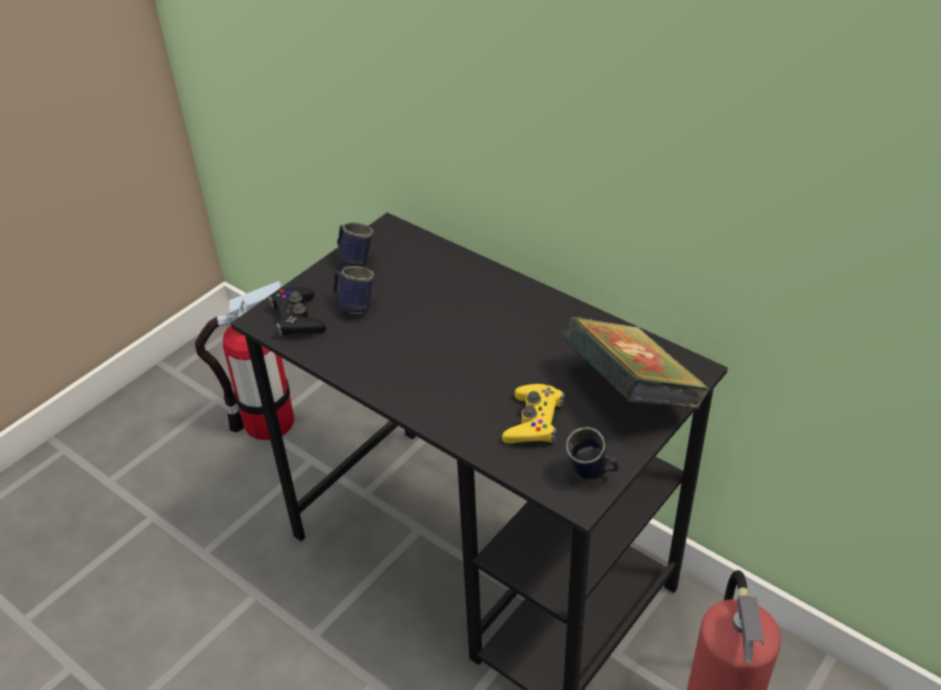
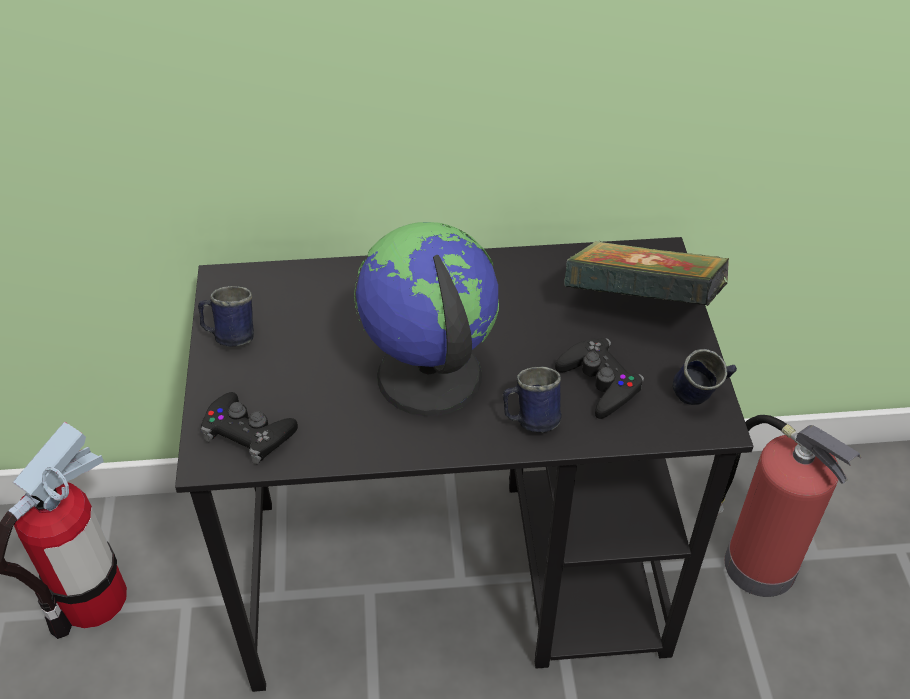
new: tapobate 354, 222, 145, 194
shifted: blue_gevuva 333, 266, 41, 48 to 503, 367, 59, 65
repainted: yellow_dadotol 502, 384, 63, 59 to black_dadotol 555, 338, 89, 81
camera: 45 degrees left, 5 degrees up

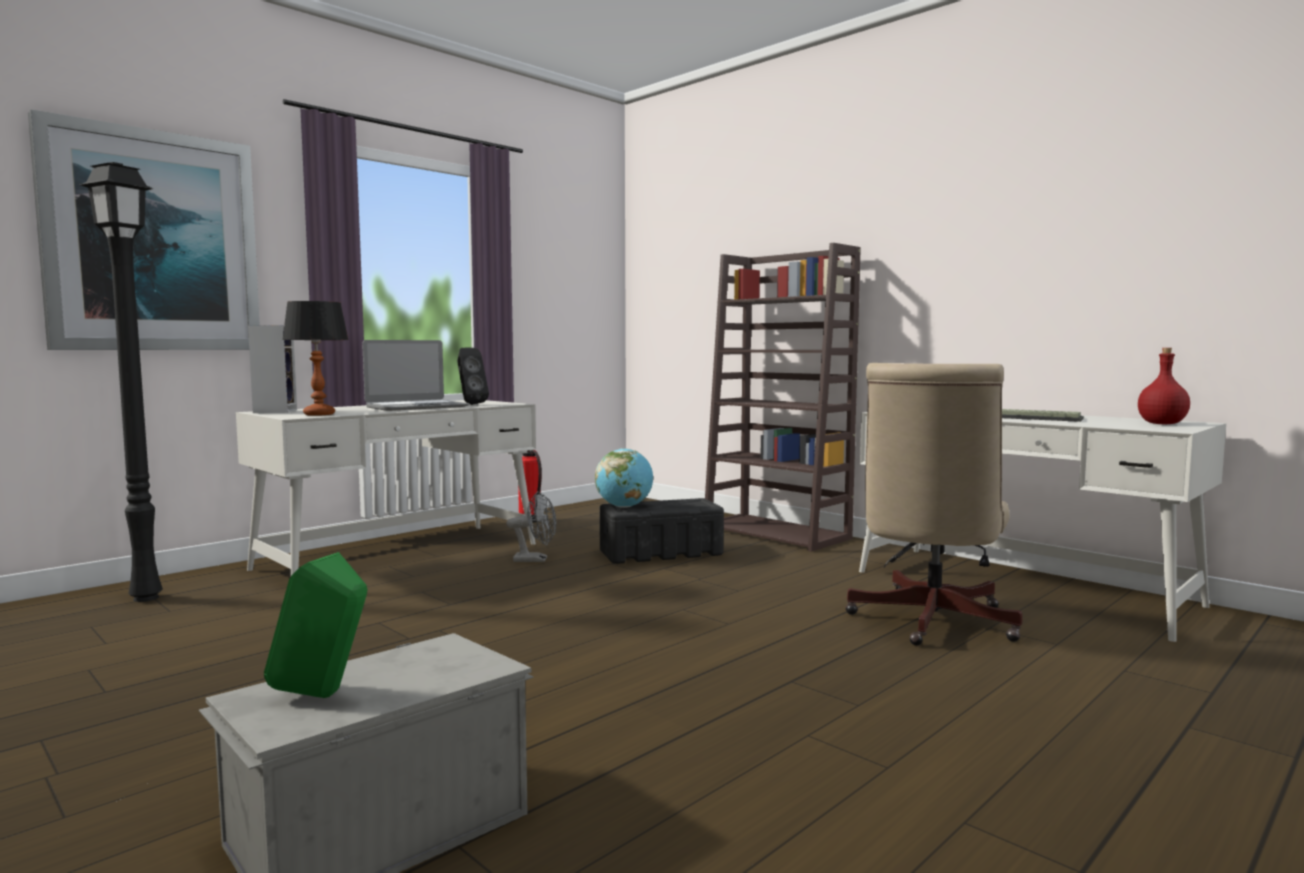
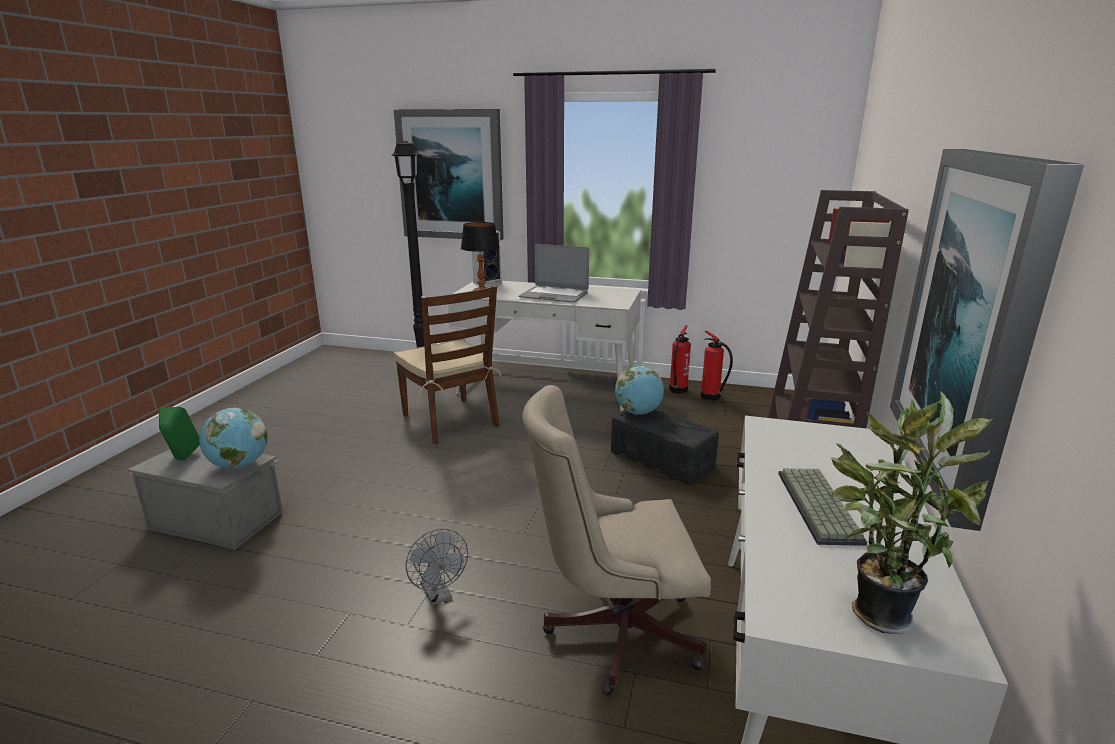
gone: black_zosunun 457, 348, 32, 57
new: tapobate 199, 408, 68, 61; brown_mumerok 394, 285, 107, 159; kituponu 700, 331, 33, 70; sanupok 890, 149, 194, 382
shifted: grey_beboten 506, 491, 50, 71 to 406, 529, 62, 77
swapped: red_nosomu 1138, 348, 52, 76 to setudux 830, 391, 163, 243
camera: 60 degrees right, 15 degrees up

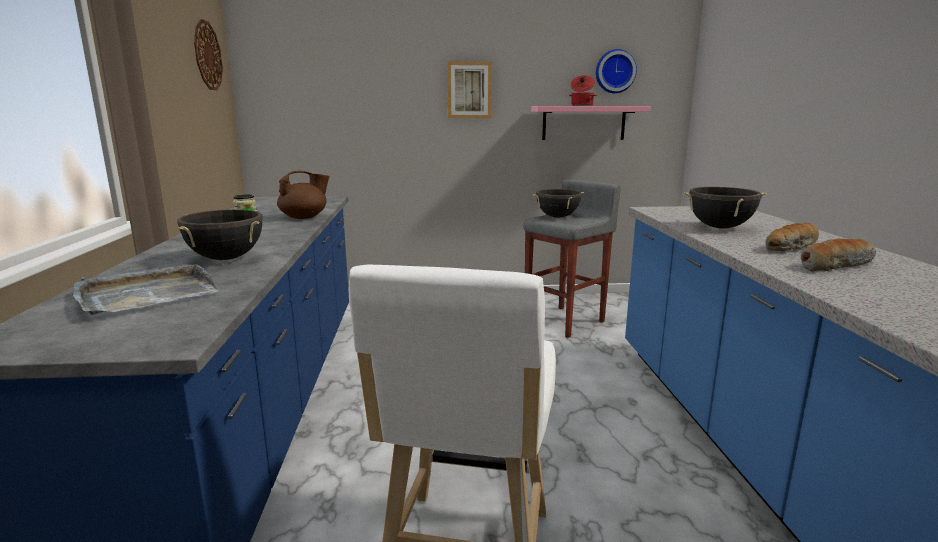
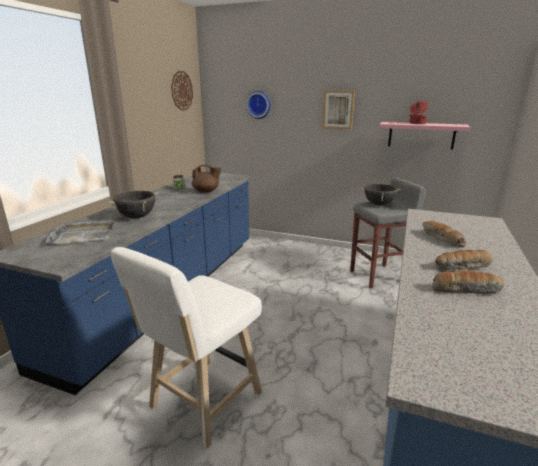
shifted: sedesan 596, 49, 41, 44 to 246, 91, 25, 28
swapped: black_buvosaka 683, 187, 84, 41 to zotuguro 422, 221, 45, 26
camera: 25 degrees right, 5 degrees up

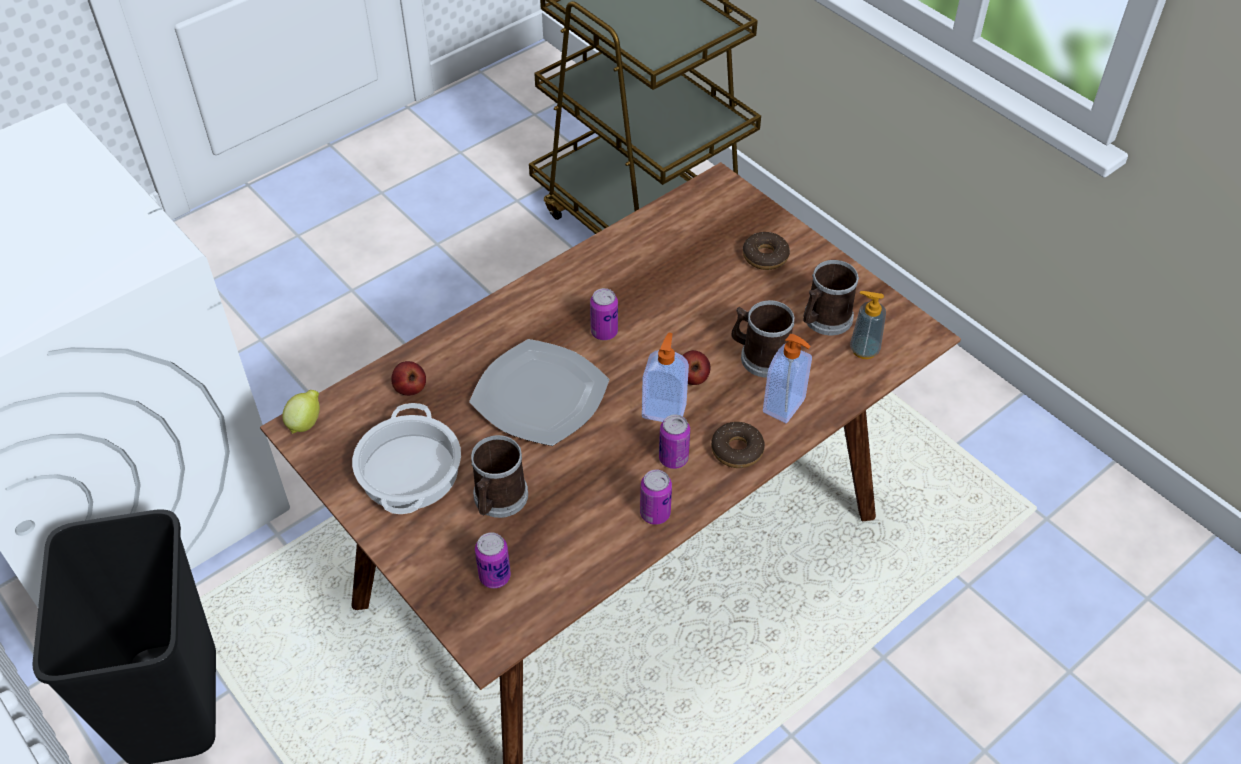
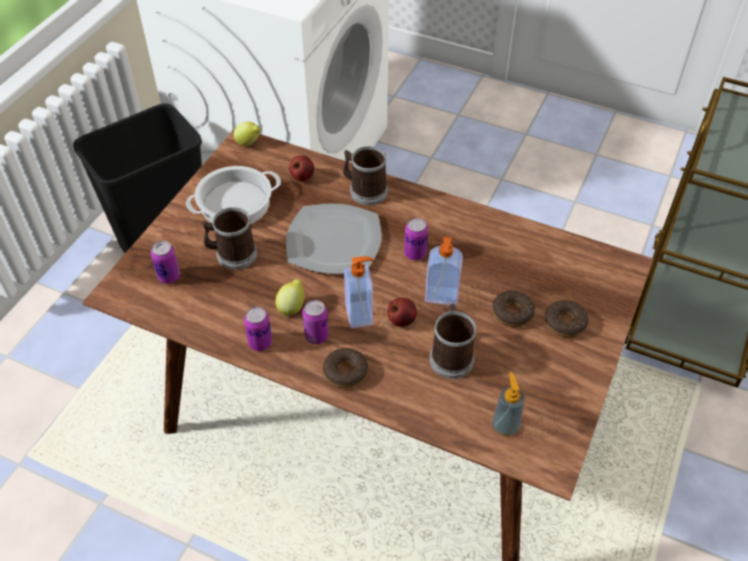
new: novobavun 275, 279, 29, 38; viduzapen 492, 290, 43, 37
shifted: gevuva 803, 260, 56, 75 to 343, 146, 45, 59; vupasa 763, 334, 49, 89 to 425, 237, 38, 68
camera: 65 degrees right, 0 degrees up

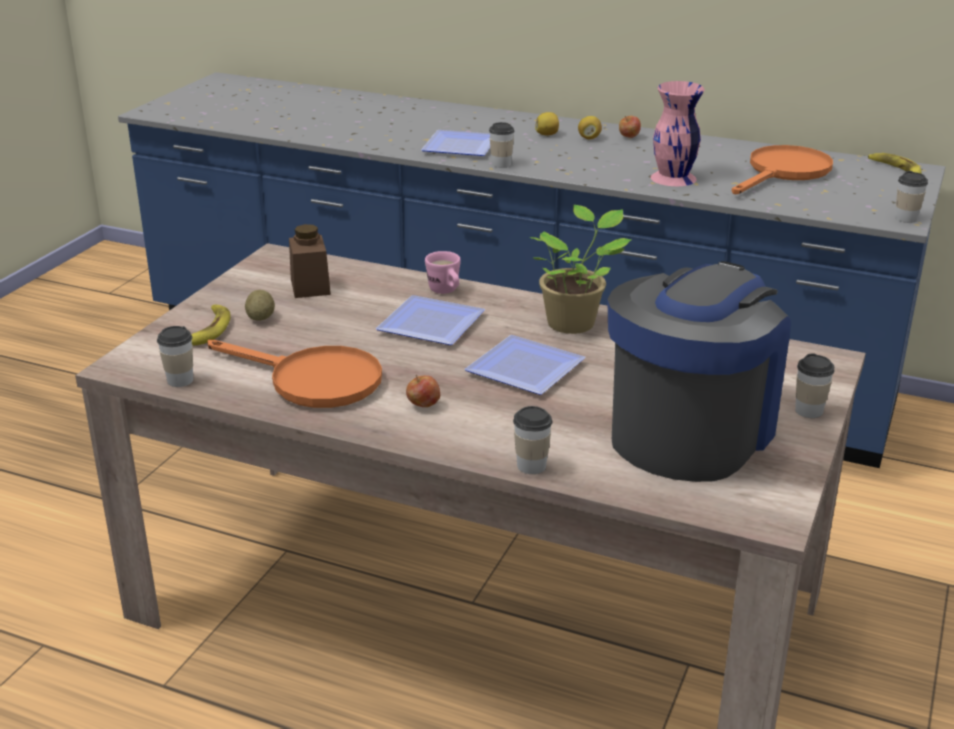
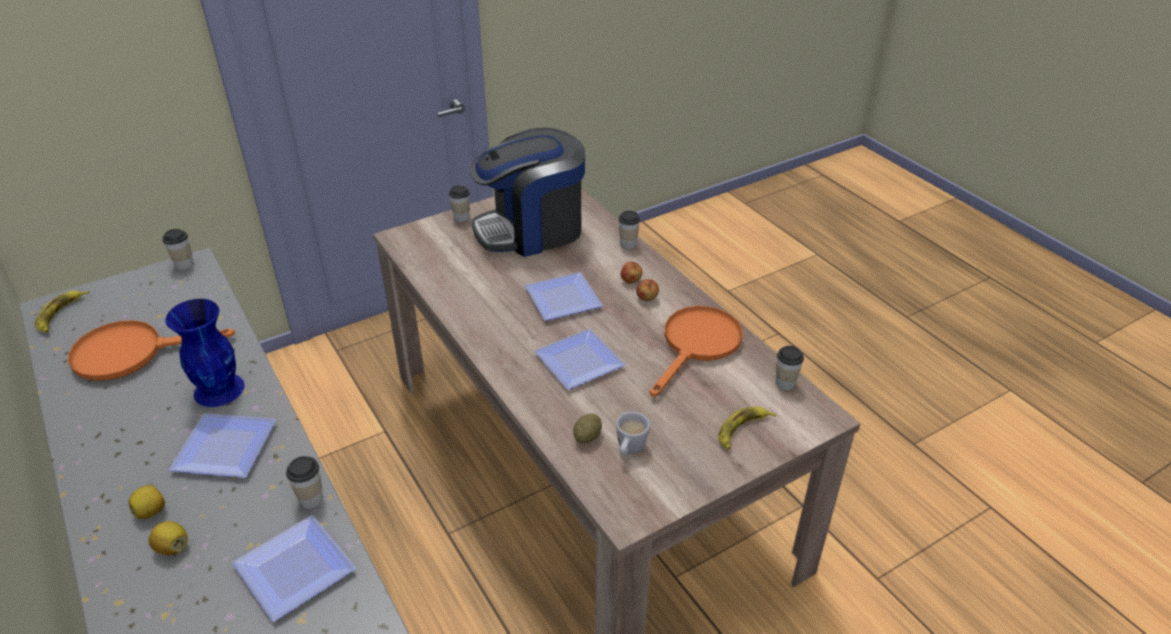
gone: pink_gevuva 425, 251, 36, 43; setudux 529, 205, 103, 129
new: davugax 169, 413, 107, 65
shifted: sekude 245, 290, 30, 31 to 573, 413, 29, 30; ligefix 619, 116, 22, 22 to 621, 262, 21, 21
swapped: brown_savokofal 289, 224, 42, 74 to white_gevuva 616, 412, 34, 44
repainted: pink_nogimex 651, 81, 54, 105 to blue_nogimex 165, 299, 79, 108
rotated: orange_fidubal 207, 340, 175, 68 = 650, 306, 93, 91 60 degrees clockwise
camera: 145 degrees left, 10 degrees up

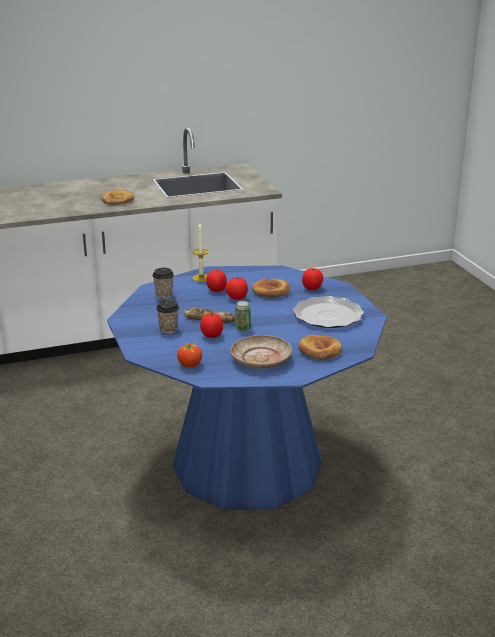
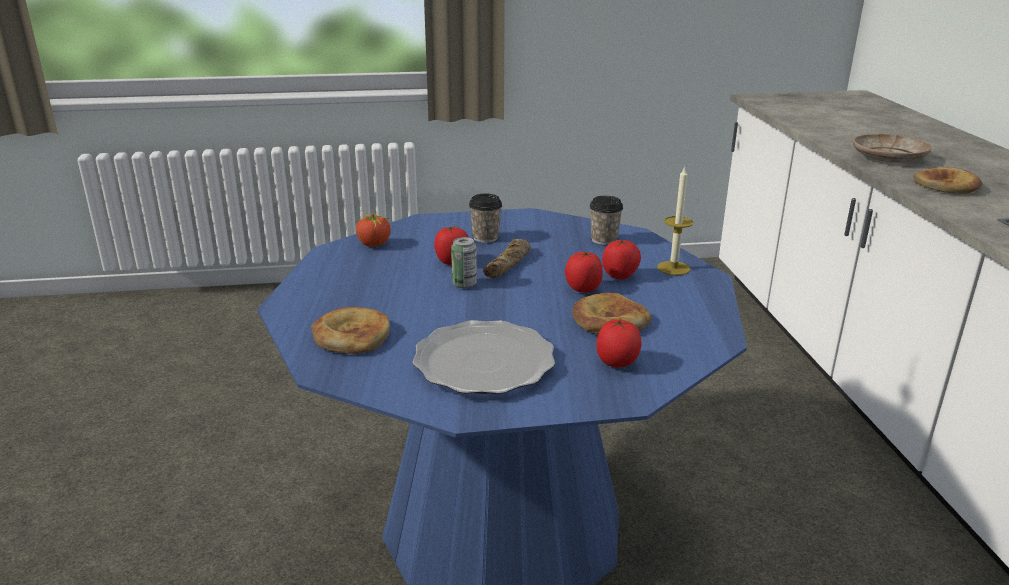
shifted: beige_davugax 230, 335, 62, 34 to 853, 134, 78, 29
camera: 100 degrees right, 0 degrees up

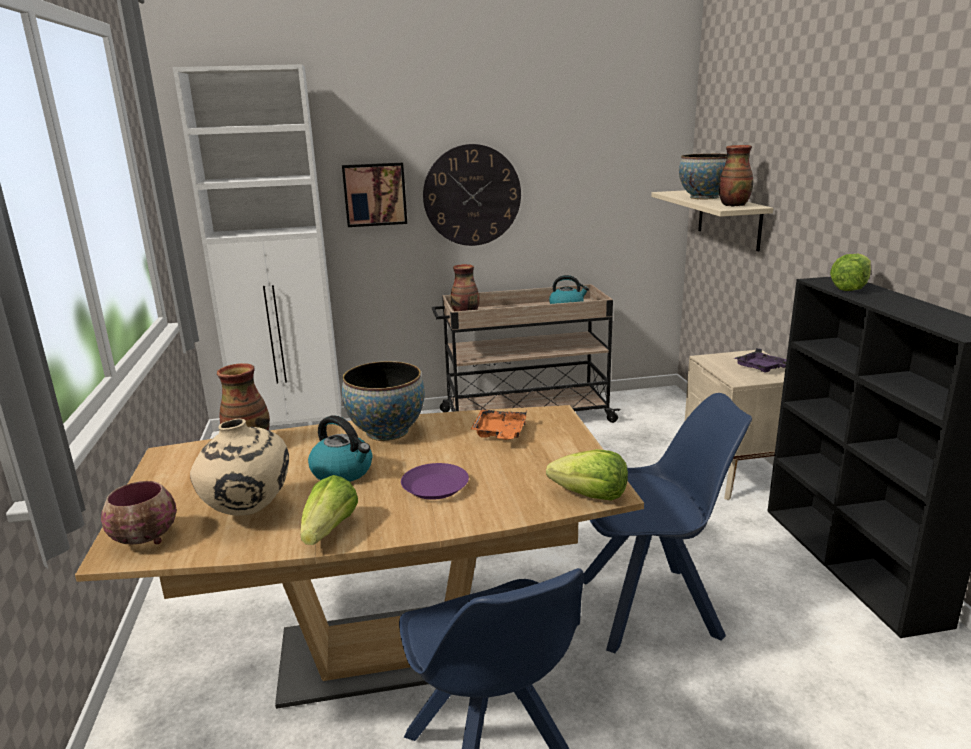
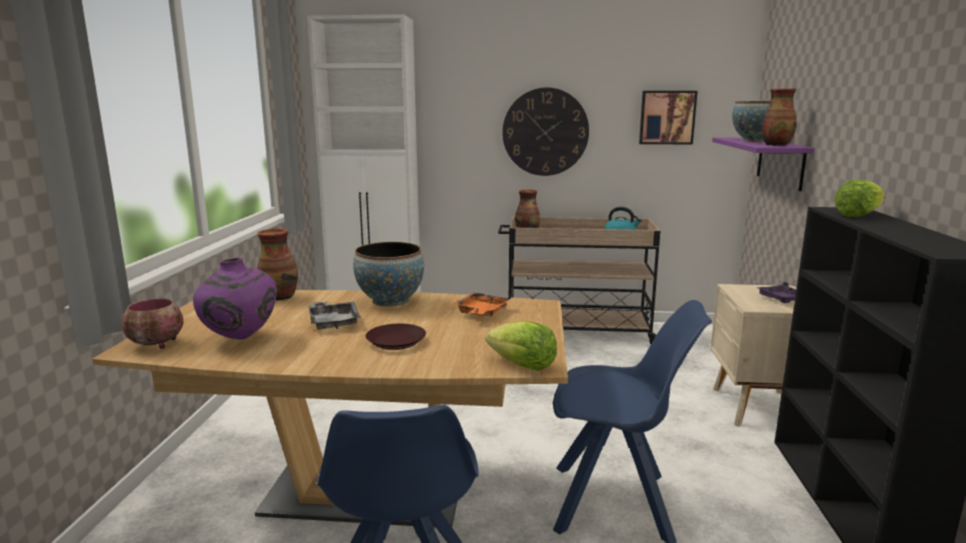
gone: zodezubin 300, 475, 58, 70
shifted: sanupok 342, 162, 65, 65 to 639, 91, 59, 53
swapped: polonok 308, 415, 64, 67 to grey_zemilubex 309, 301, 51, 29
repainted: beige_nogimex 190, 418, 99, 98 to purple_nogimex 193, 258, 84, 82; purple_davugax 401, 463, 68, 37 to brown_davugax 366, 324, 60, 26; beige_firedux 651, 190, 123, 61 to purple_firedux 712, 138, 103, 53
camera: 15 degrees right, 5 degrees down

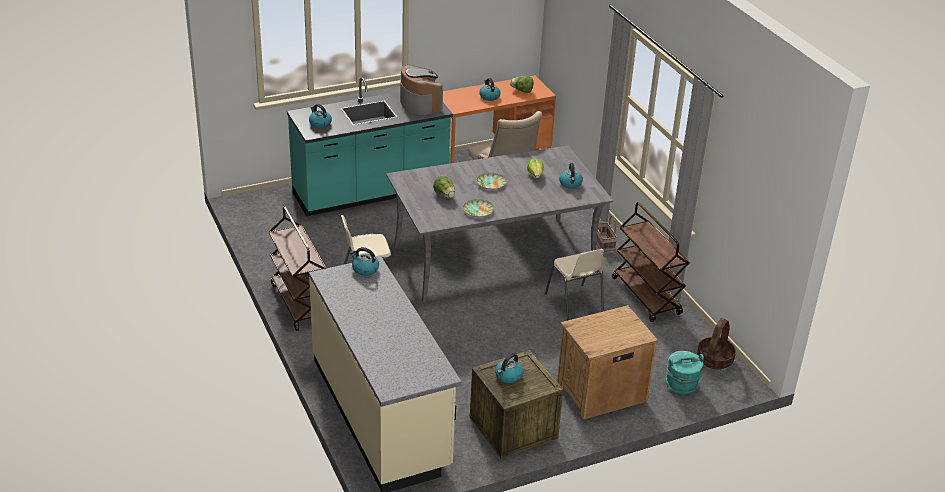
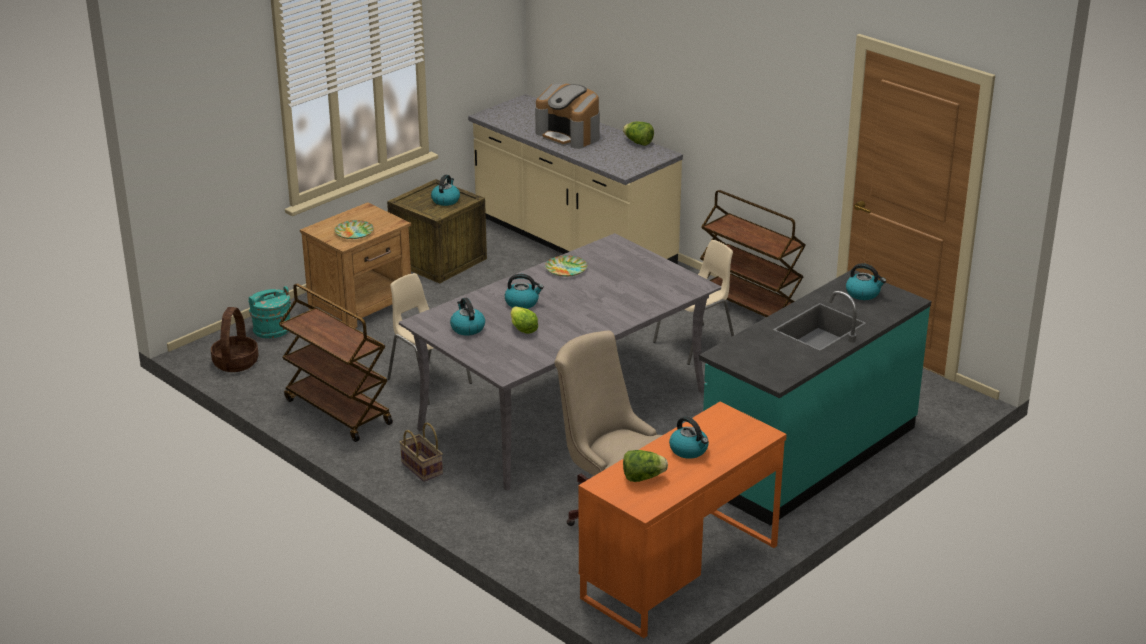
shifted: davugax 476, 173, 31, 16 to 334, 220, 40, 19; polonok 350, 247, 29, 29 to 505, 274, 39, 35; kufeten 400, 64, 43, 51 to 535, 83, 65, 66; zodezubin 433, 176, 22, 22 to 623, 121, 31, 25
camera: 160 degrees right, 5 degrees down

